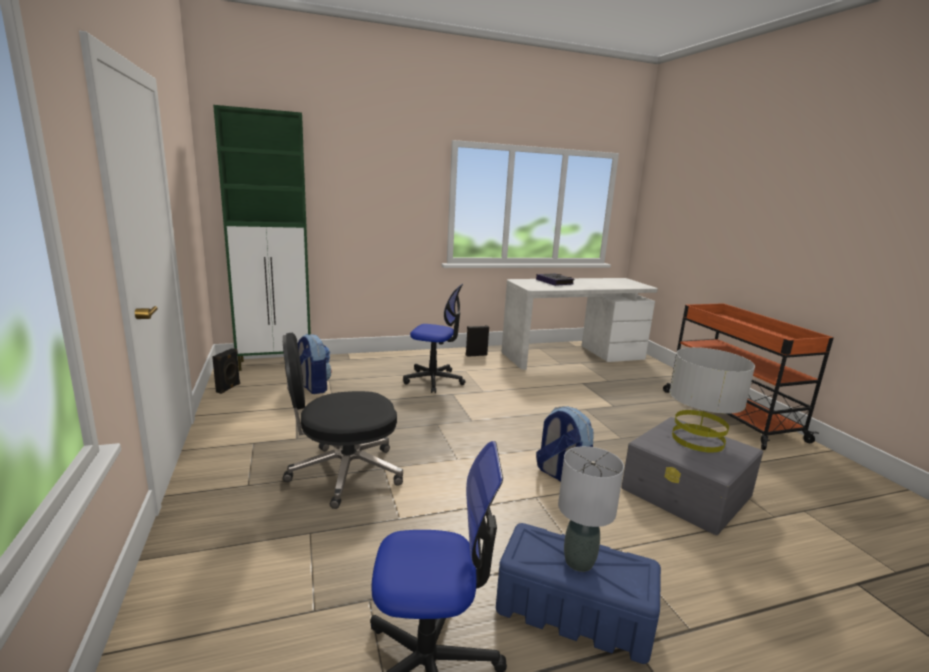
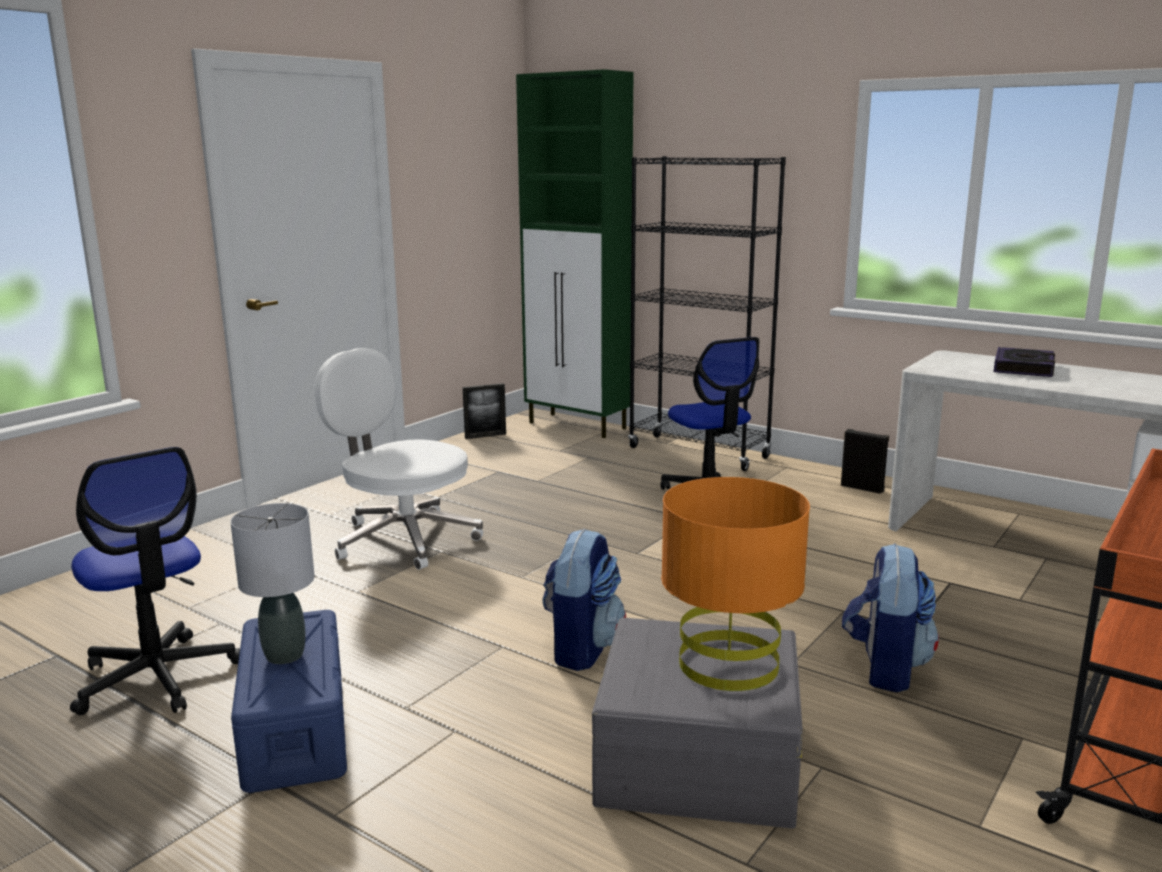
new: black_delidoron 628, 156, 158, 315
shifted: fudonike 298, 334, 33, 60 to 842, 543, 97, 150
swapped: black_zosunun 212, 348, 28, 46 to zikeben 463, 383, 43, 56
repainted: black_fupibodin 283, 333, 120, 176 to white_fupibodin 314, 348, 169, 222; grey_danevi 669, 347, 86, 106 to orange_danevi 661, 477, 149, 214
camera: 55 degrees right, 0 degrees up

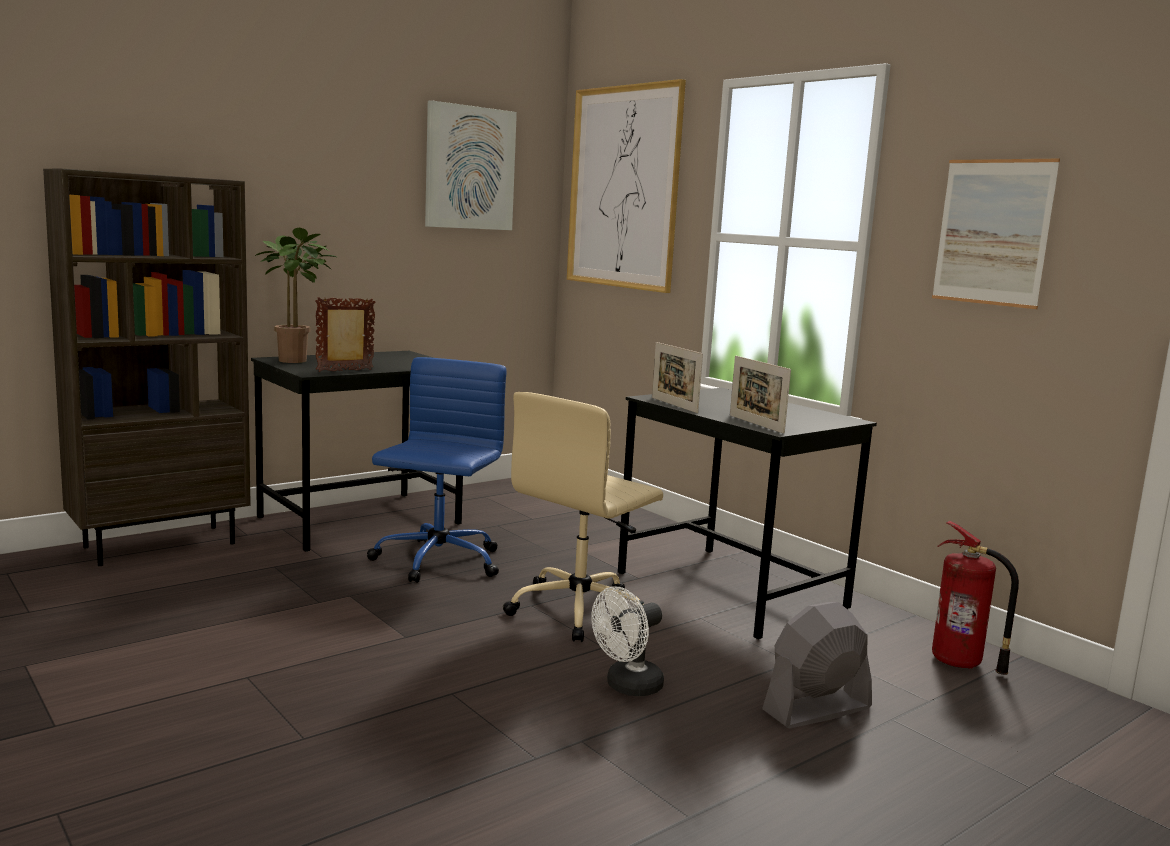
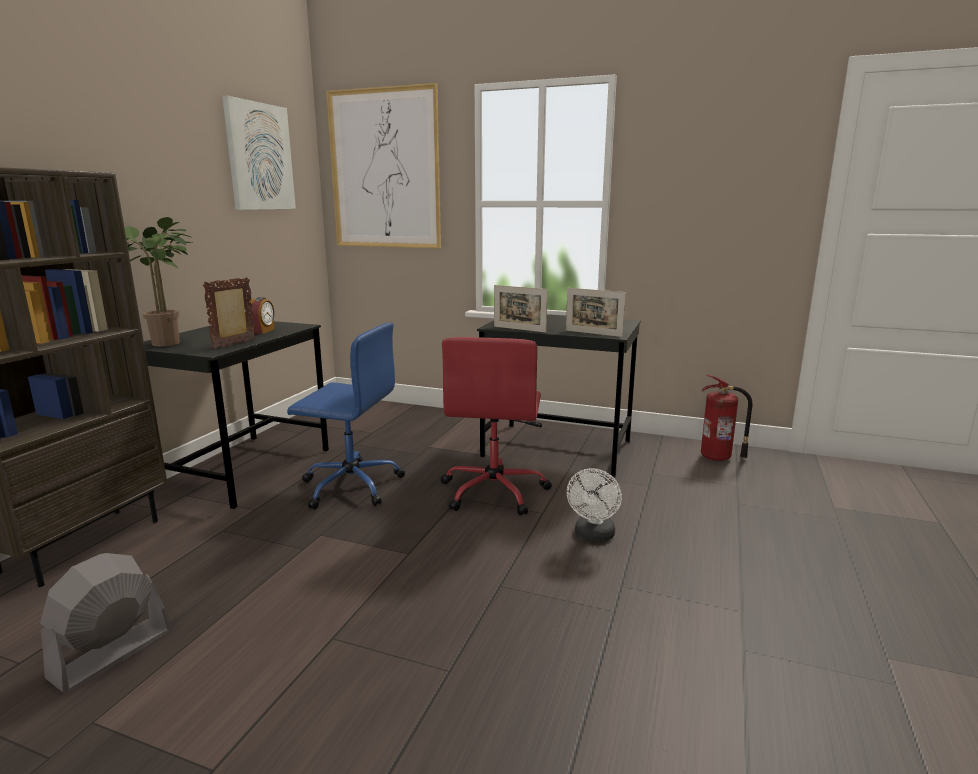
gone: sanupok 932, 159, 128, 150
new: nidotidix 249, 297, 25, 37
shifted: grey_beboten 762, 602, 110, 126 to 40, 553, 132, 140
repainted: beige_fupibodin 503, 392, 160, 250 to red_fupibodin 441, 337, 111, 179
rotated: blue_fupibodin 367, 357, 140, 226 = 287, 323, 118, 187 120 degrees clockwise
camera: 30 degrees left, 5 degrees up

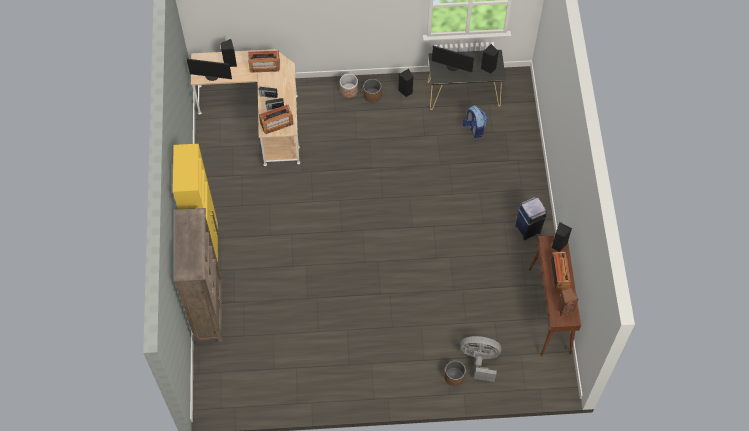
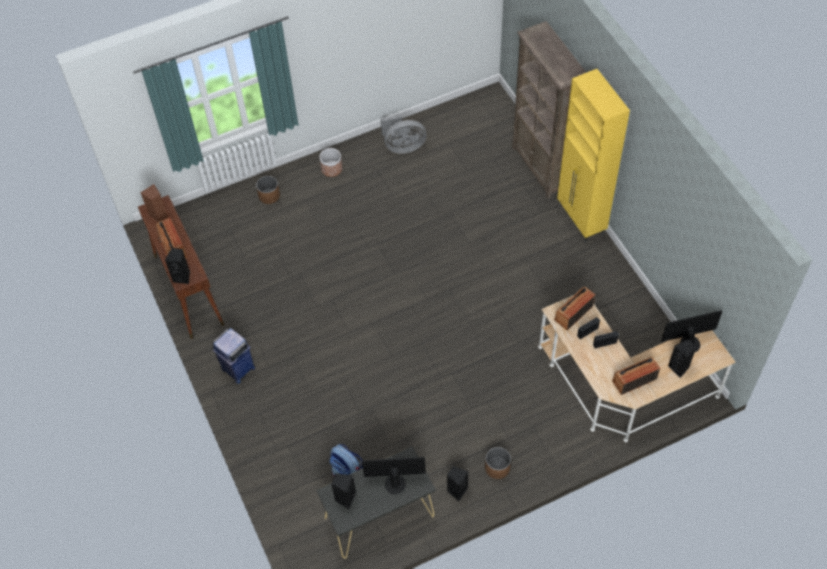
shifted: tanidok 340, 74, 18, 24 to 319, 148, 23, 29; grey_beboten 460, 336, 41, 46 to 381, 115, 45, 39
camera: 160 degrees right, 5 degrees down

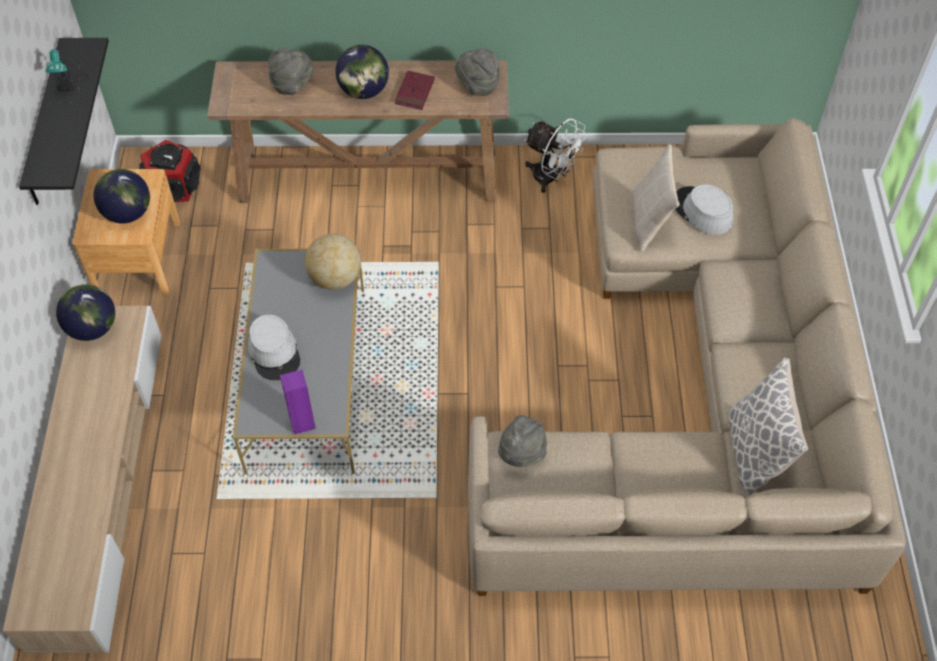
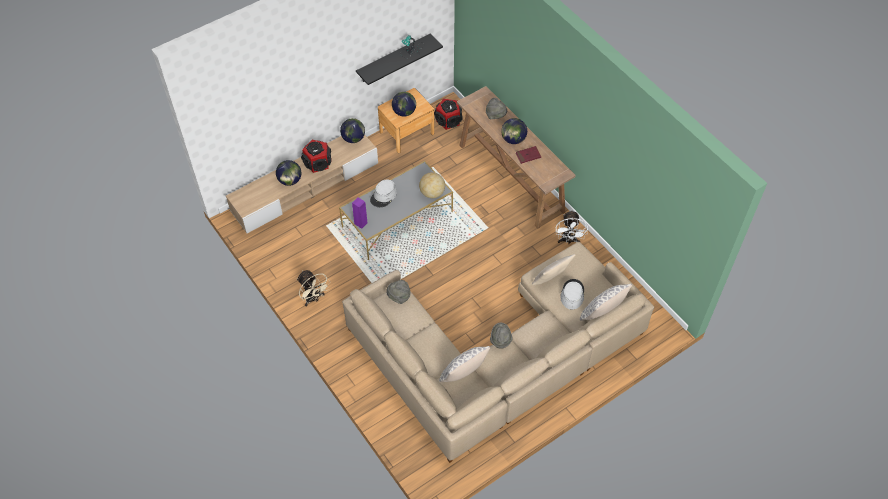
new: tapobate 276, 160, 25, 26; beige_beboten 297, 270, 34, 37; zosunun 301, 139, 30, 34; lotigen 580, 284, 52, 37
shifted: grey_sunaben 455, 49, 45, 47 to 490, 323, 23, 26
camera: 55 degrees right, 0 degrees up

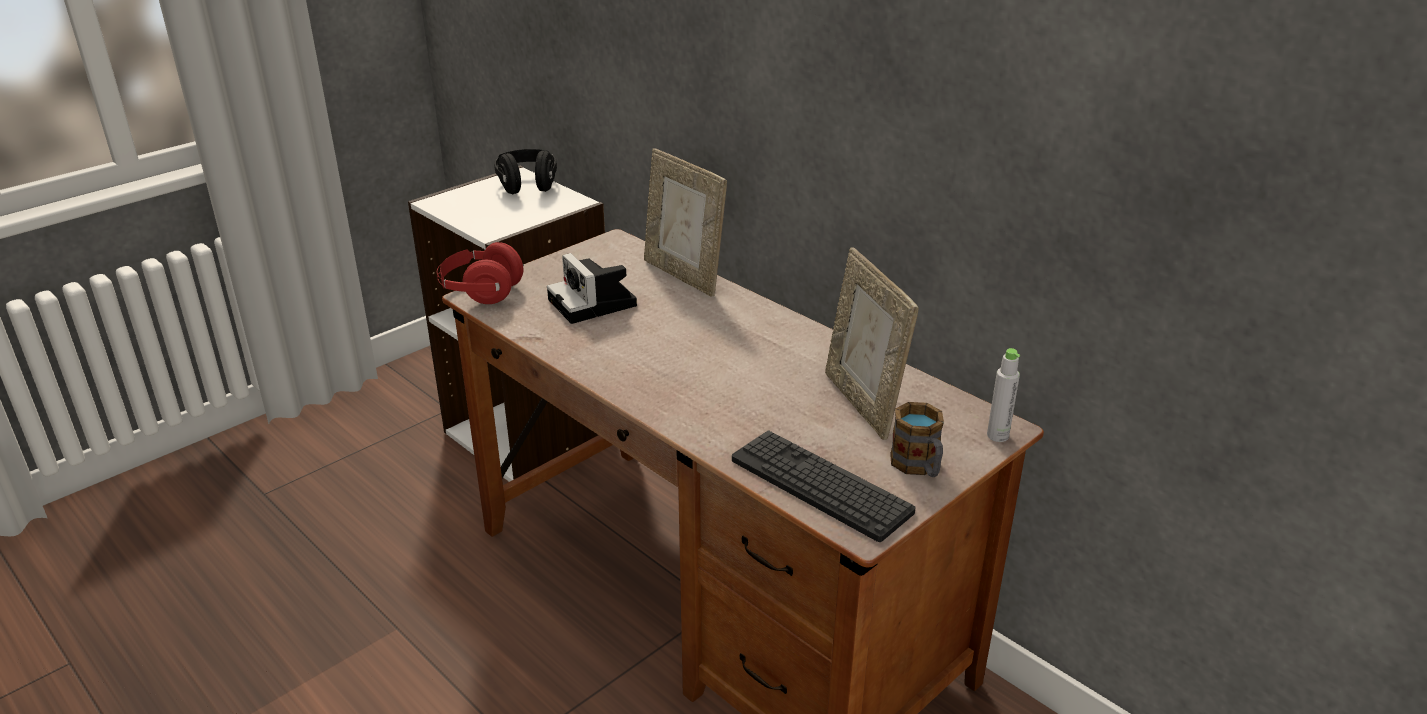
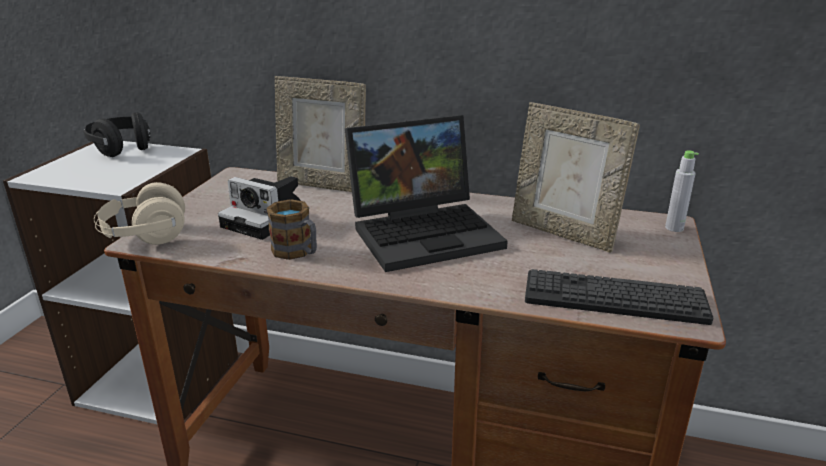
new: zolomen 345, 115, 163, 157
shifted: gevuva 890, 402, 54, 75 to 266, 199, 51, 61
repainted: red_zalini 437, 242, 87, 62 to beige_zalini 94, 182, 91, 63
camera: 30 degrees left, 5 degrees down

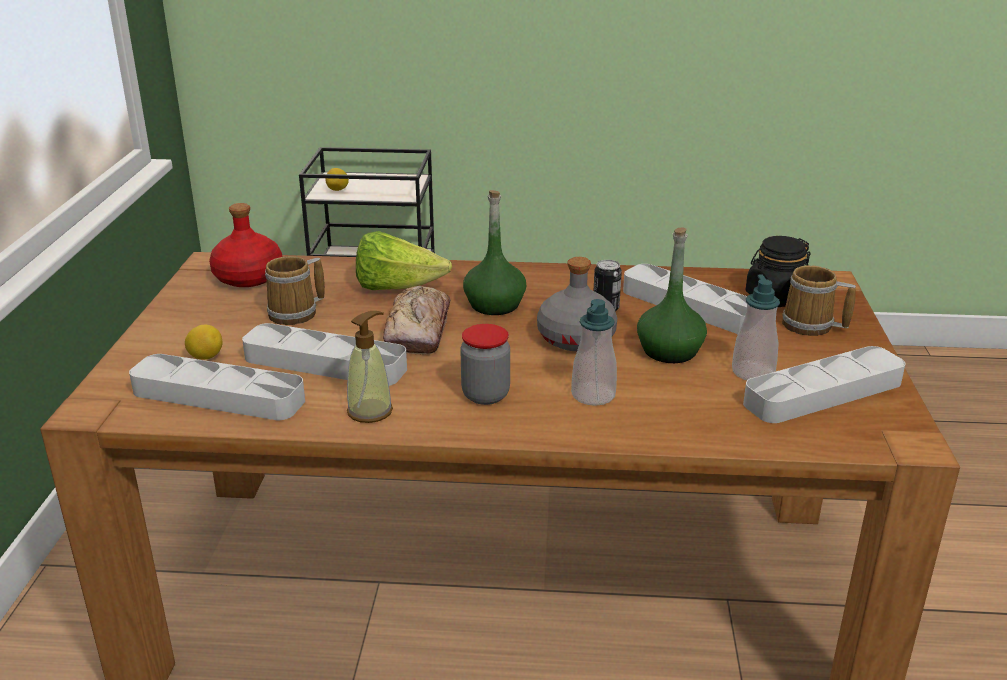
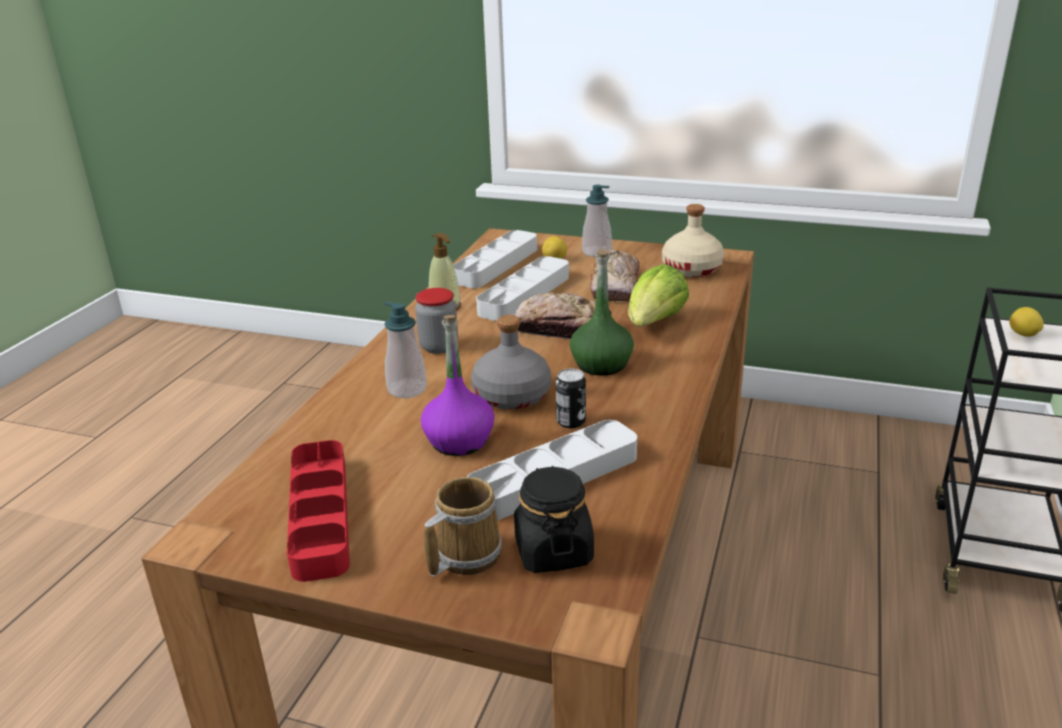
shifted: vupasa 732, 274, 48, 106 to 582, 185, 30, 72
swapped: gevuva 265, 256, 60, 69 to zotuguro 590, 250, 50, 52
repainted: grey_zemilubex 743, 346, 162, 77 to red_zemilubex 287, 440, 63, 142; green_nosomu 637, 227, 70, 136 to purple_nosomu 421, 315, 74, 141; red_nosomu 209, 203, 73, 84 to beige_nosomu 662, 204, 62, 73
camera: 105 degrees right, 0 degrees up

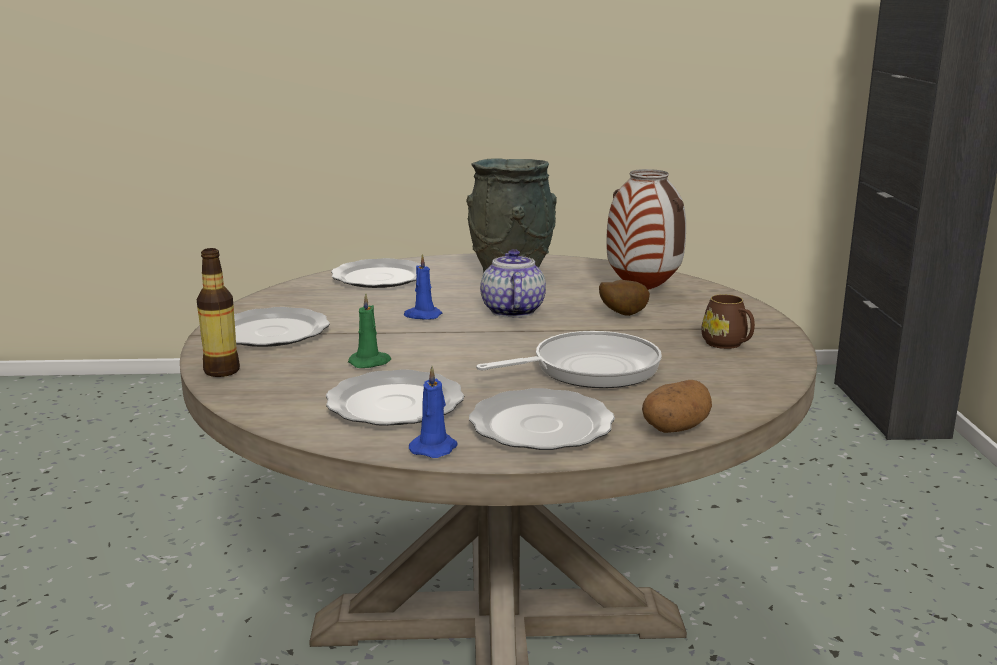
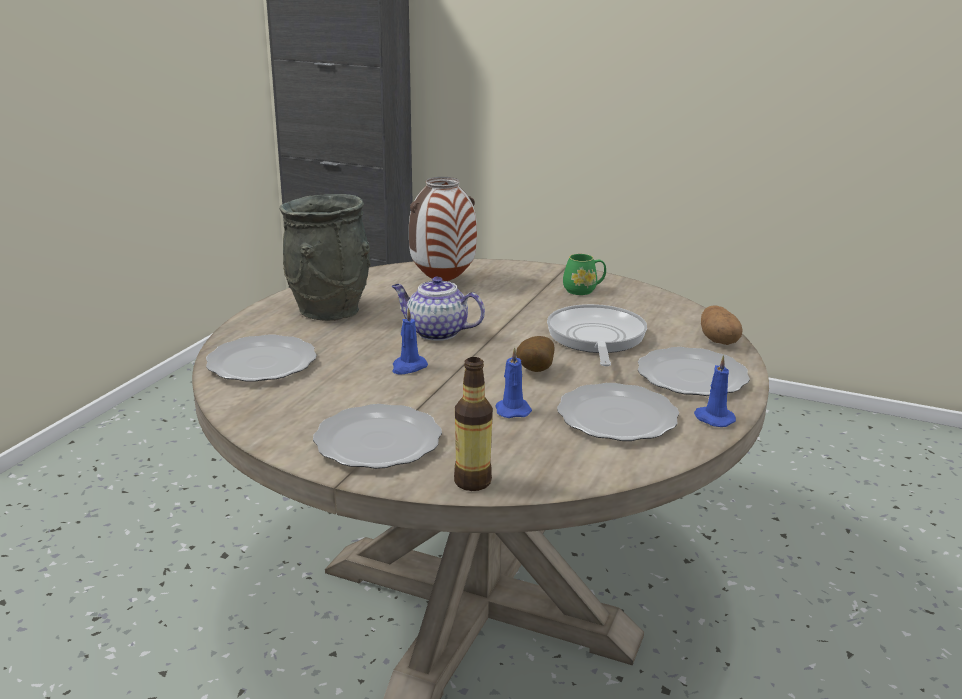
shifted: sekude 599, 280, 51, 36 to 516, 336, 38, 36
repainted: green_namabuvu 348, 293, 43, 75 to blue_namabuvu 495, 347, 37, 71; brown_gevuva 701, 294, 54, 55 to green_gevuva 563, 254, 43, 41
camera: 65 degrees left, 5 degrees up

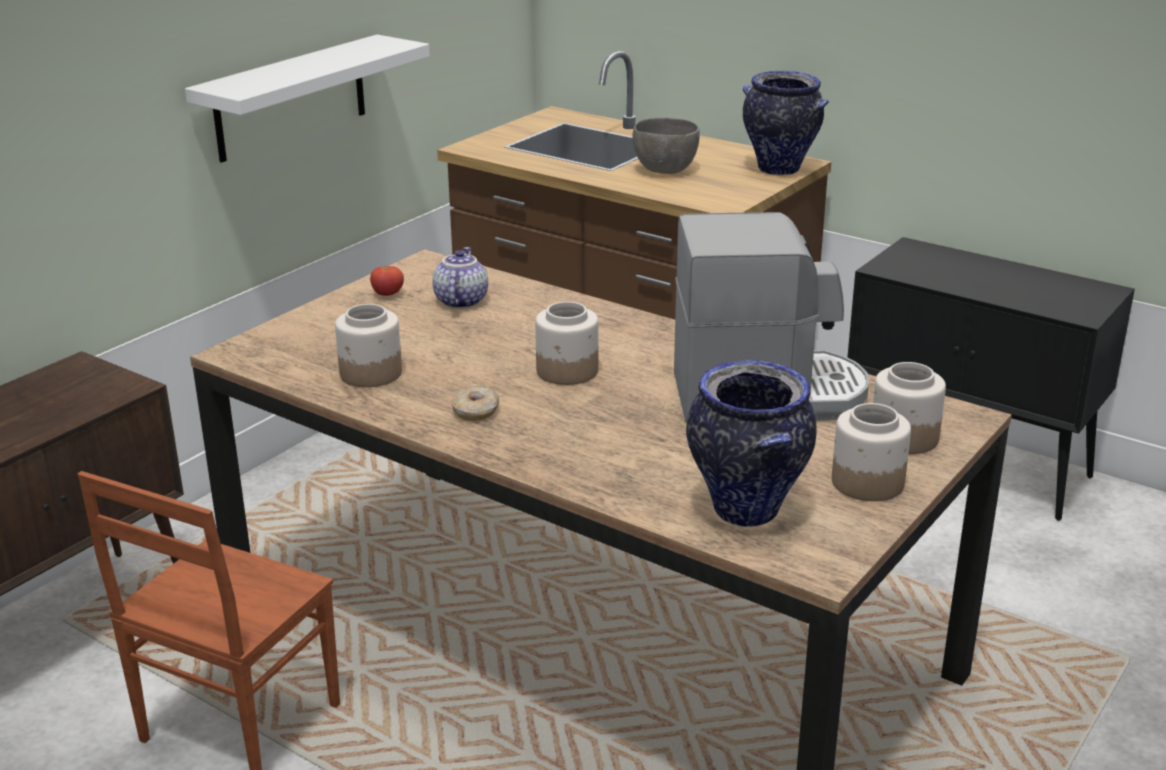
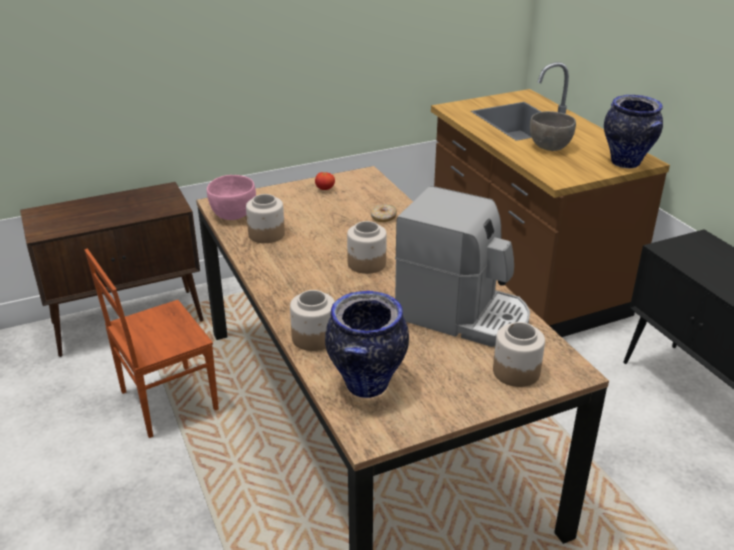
gone: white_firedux 185, 35, 245, 128; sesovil 433, 247, 55, 62
new: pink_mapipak 207, 175, 49, 45
shifted: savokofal 832, 403, 79, 98 to 290, 290, 45, 61; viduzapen 451, 386, 48, 35 to 370, 204, 27, 18
camera: 30 degrees right, 5 degrees up

